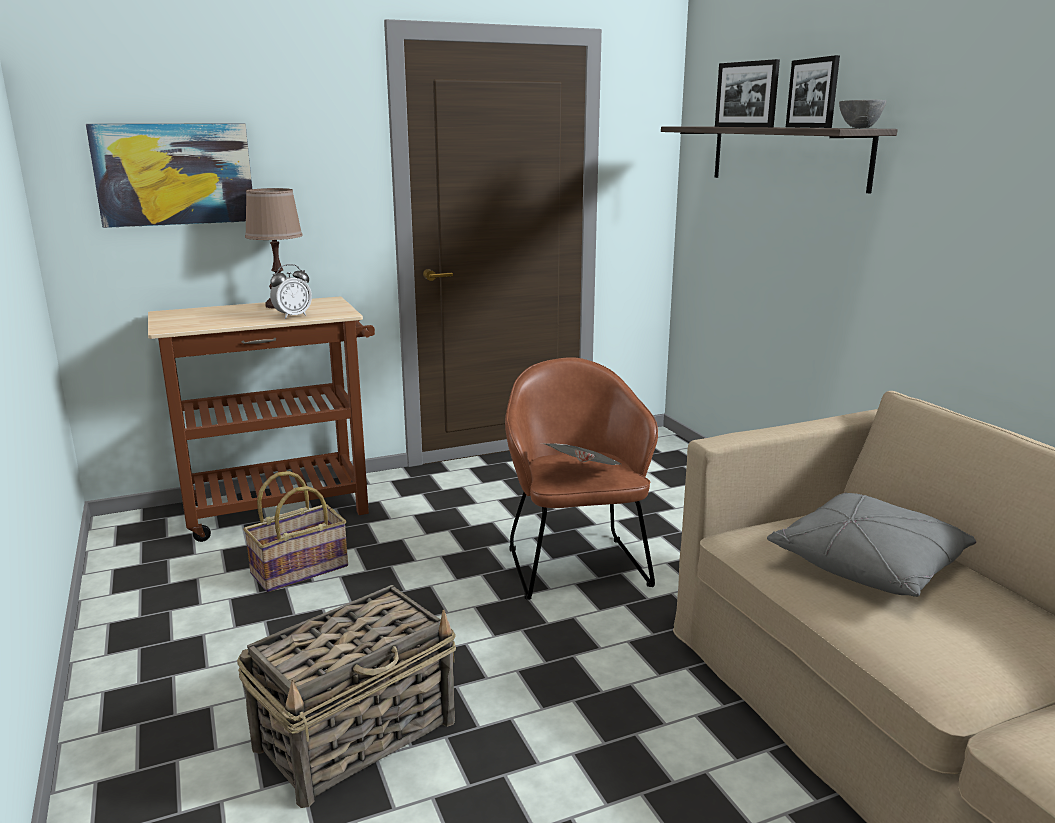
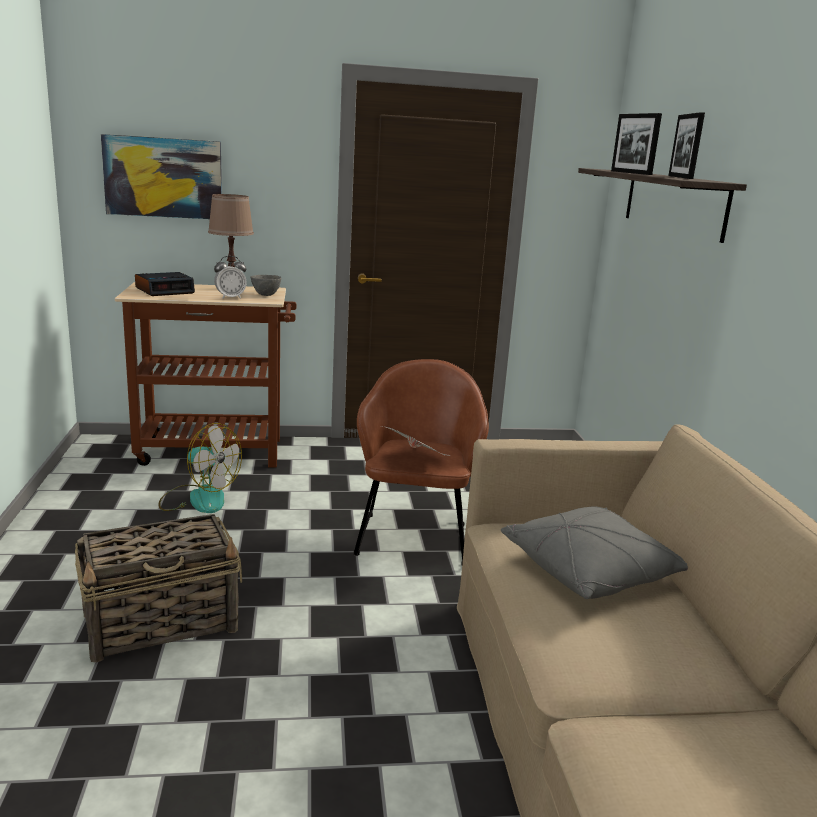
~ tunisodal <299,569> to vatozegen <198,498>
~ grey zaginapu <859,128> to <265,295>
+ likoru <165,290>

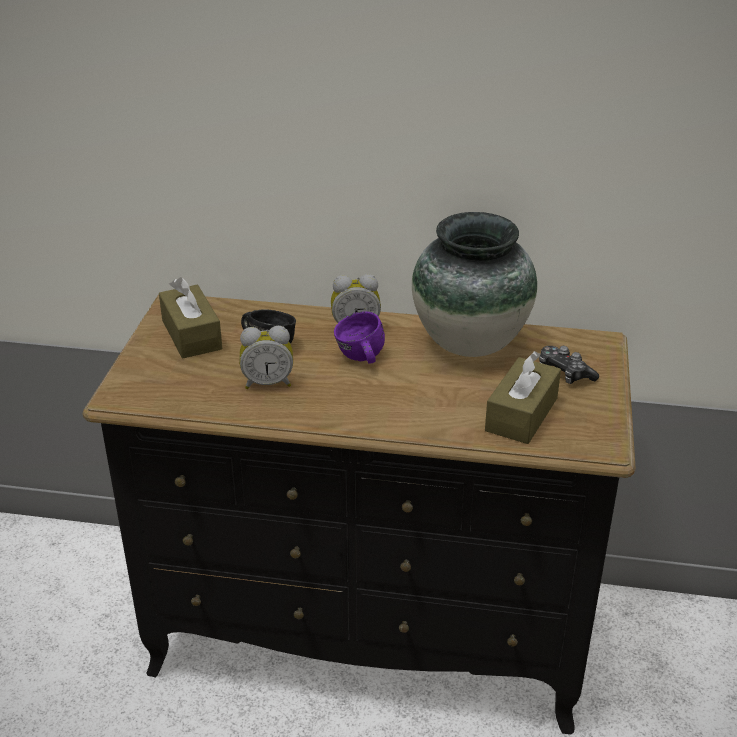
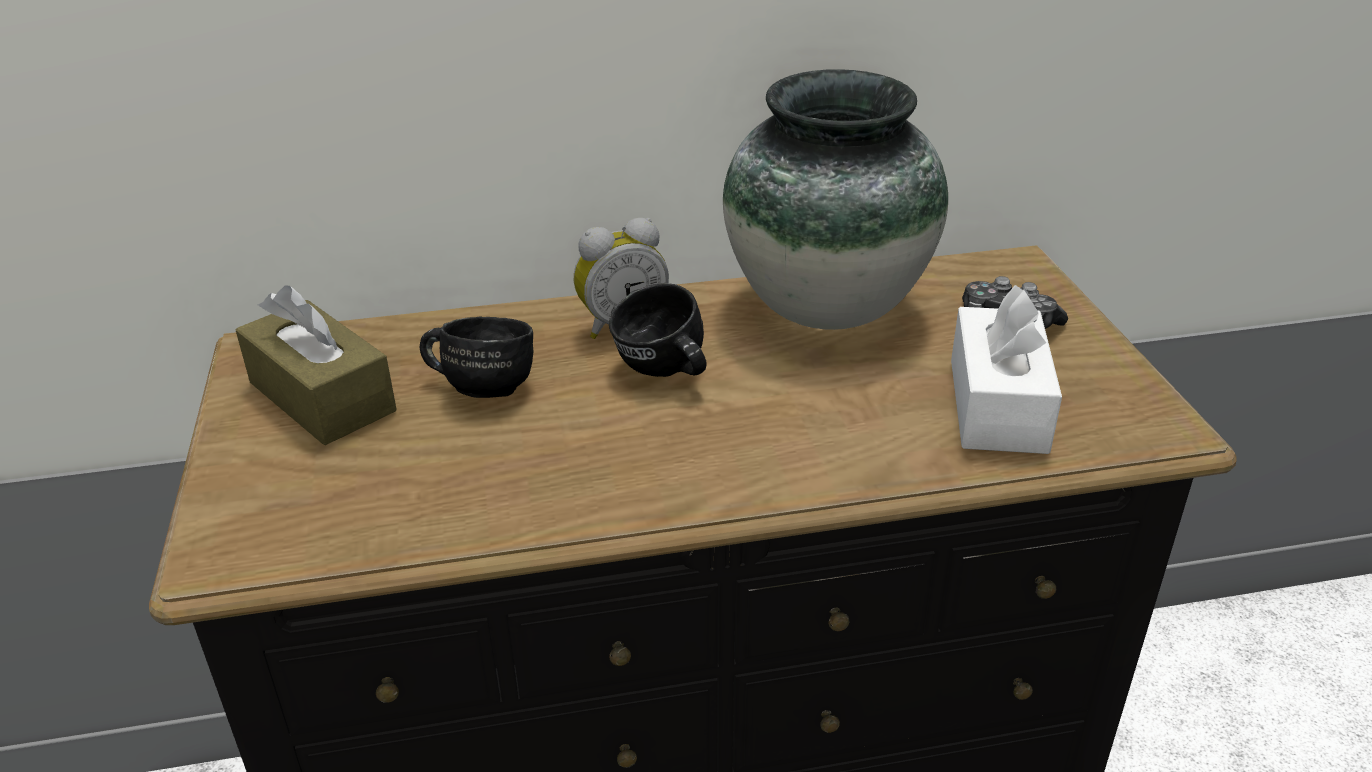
- likoru <268,383>
~ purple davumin <360,359> to black davumin <663,374>
~ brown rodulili <521,414> to white rodulili <997,405>

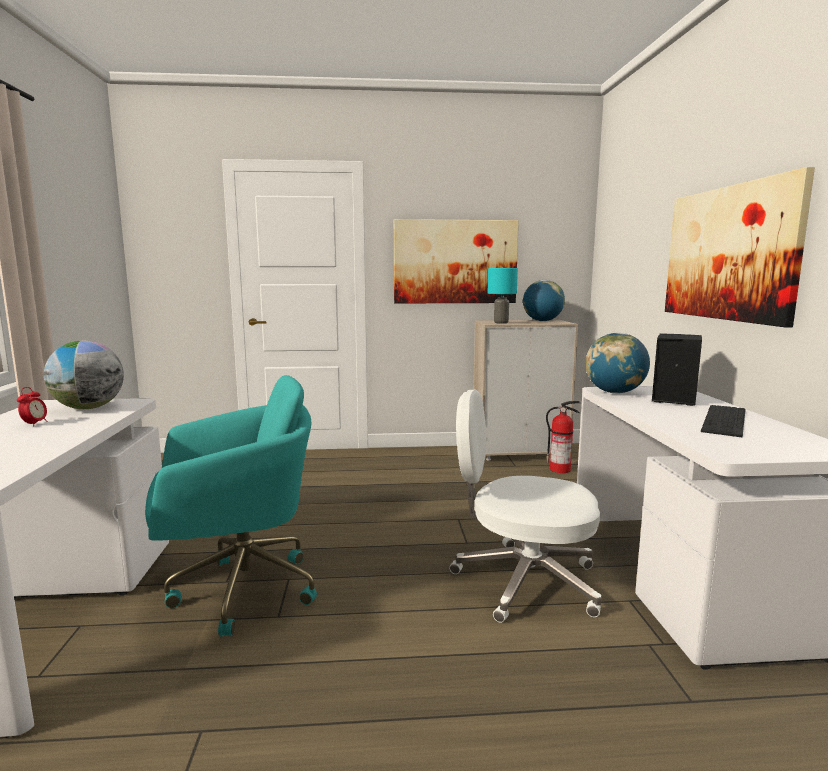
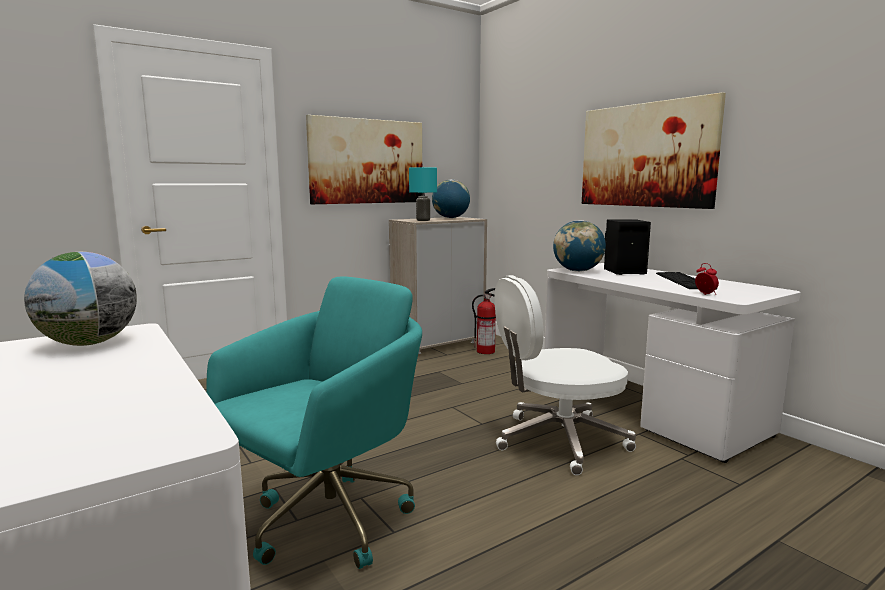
~ likoru <34,424> to <705,294>

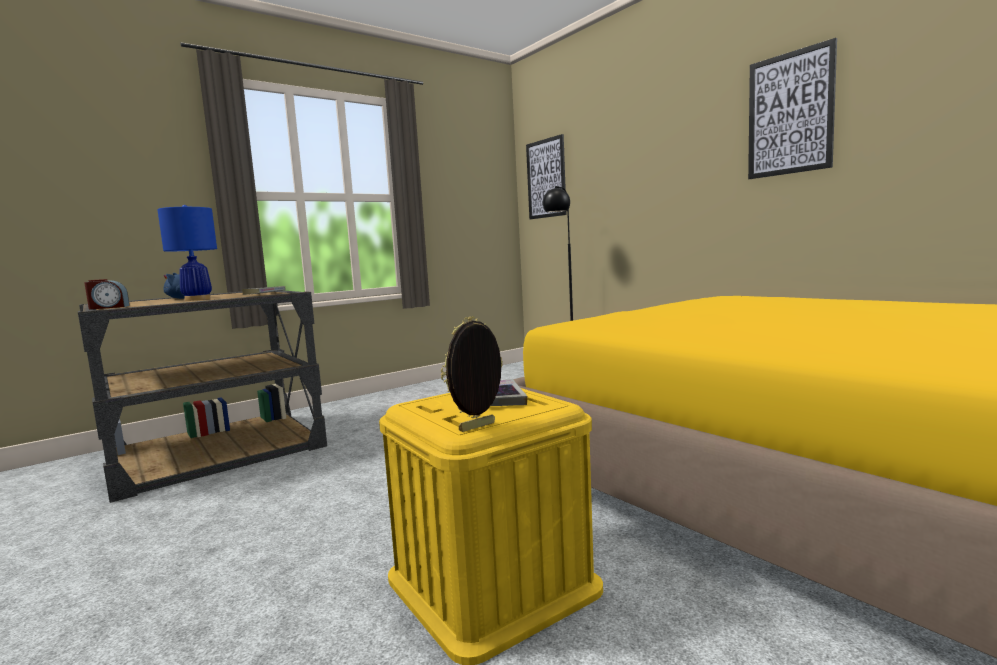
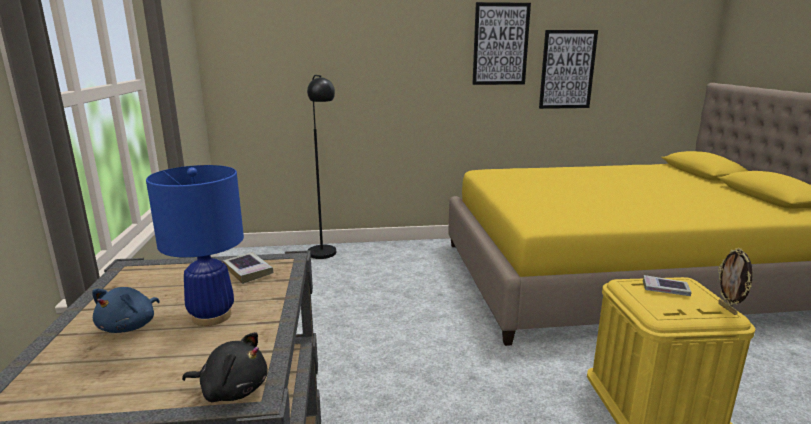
~ likoru <109,307> to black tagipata <232,389>
~ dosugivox <546,178> to <567,69>

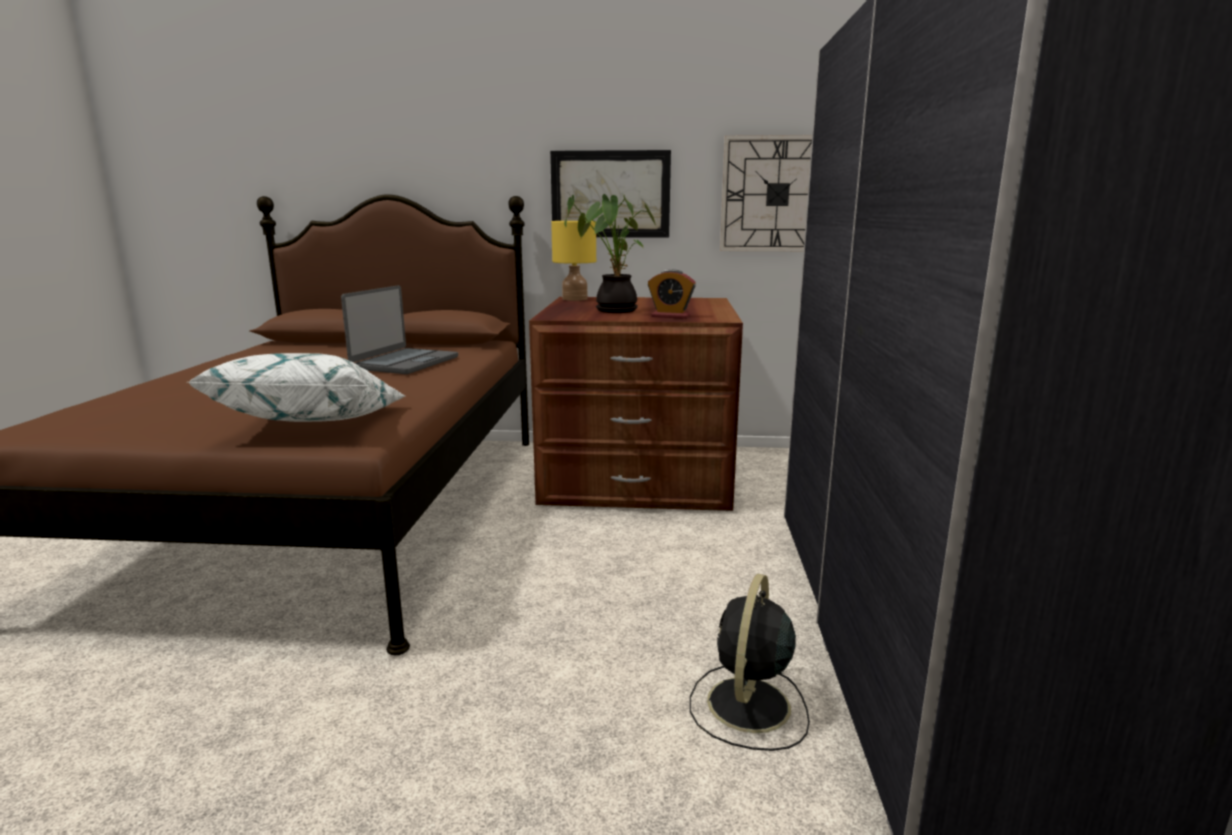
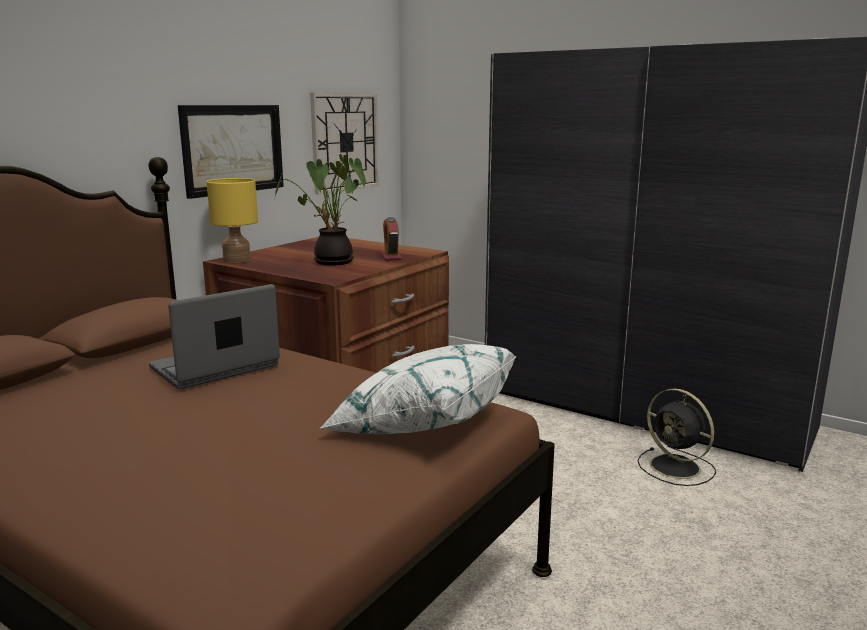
~ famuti <404,363> = <215,367> 90 degrees counterclockwise
~ likoru <670,316> = <391,257> 120 degrees clockwise

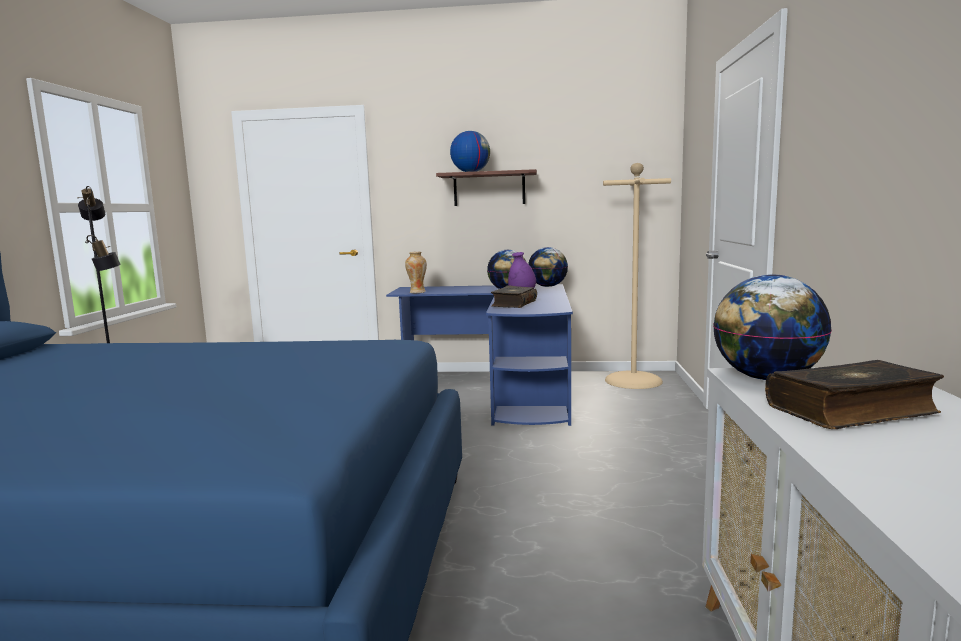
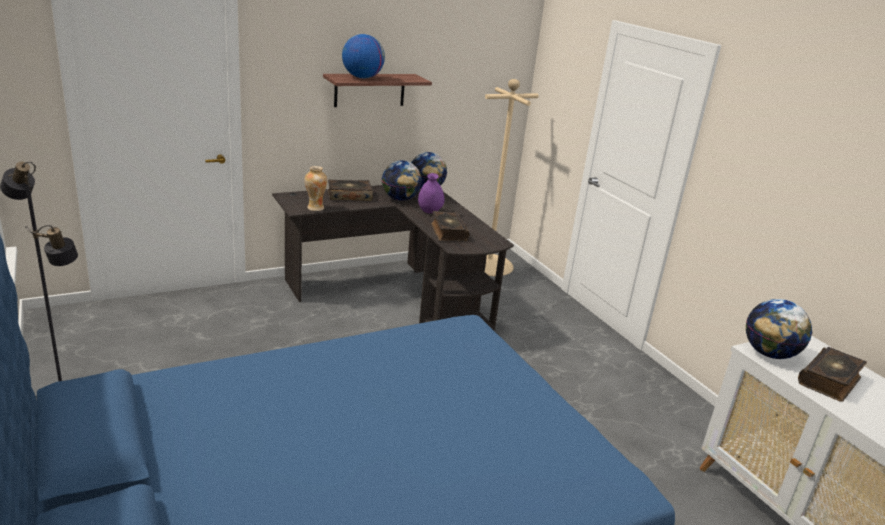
~ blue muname <500,390> to black muname <396,294>
+ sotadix <349,196>

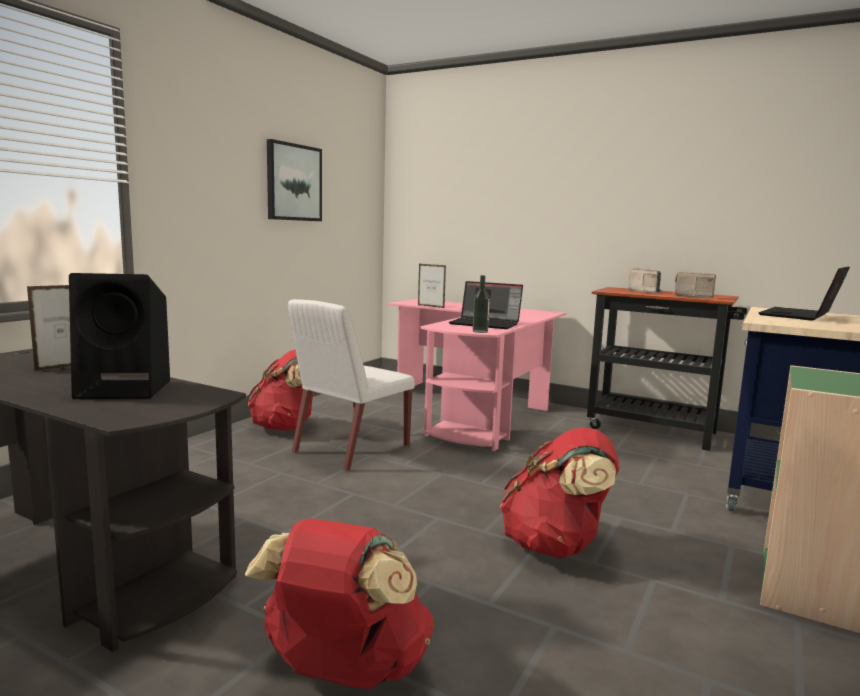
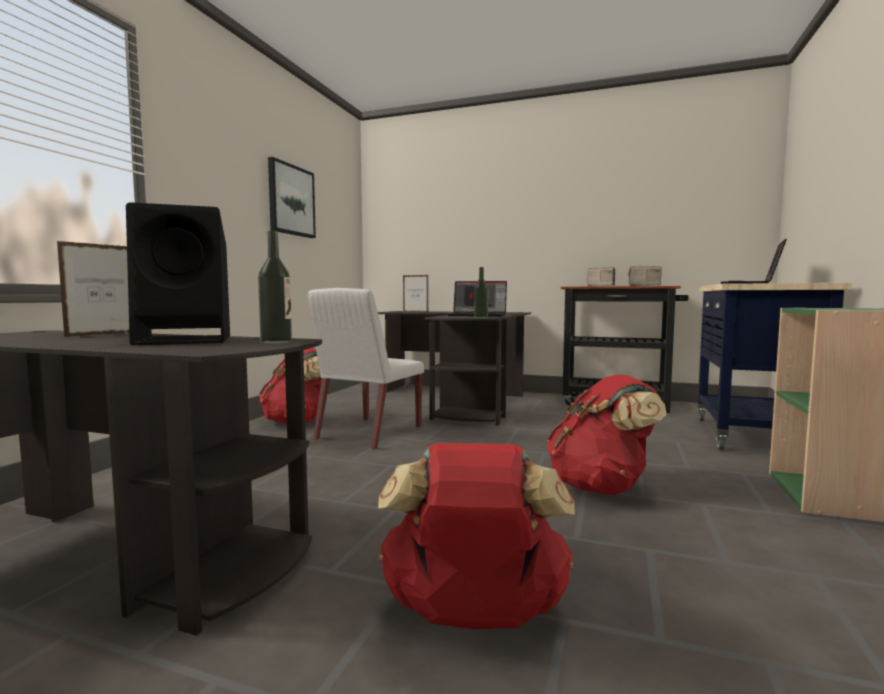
~ pink muname <475,410> to black muname <462,399>
+ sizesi <276,342>

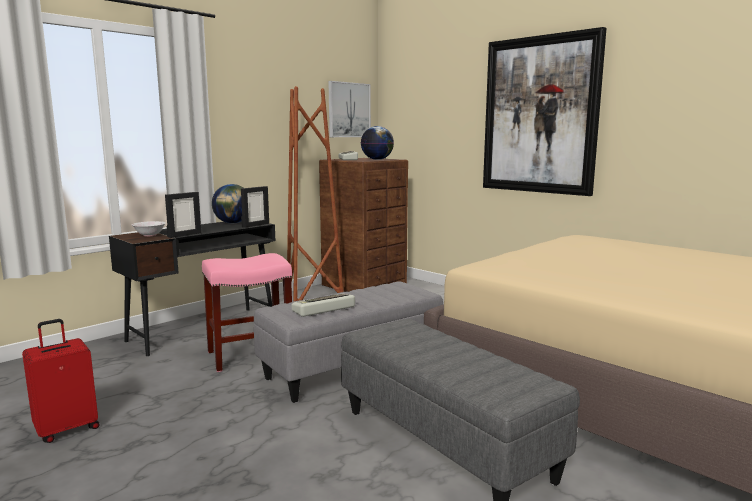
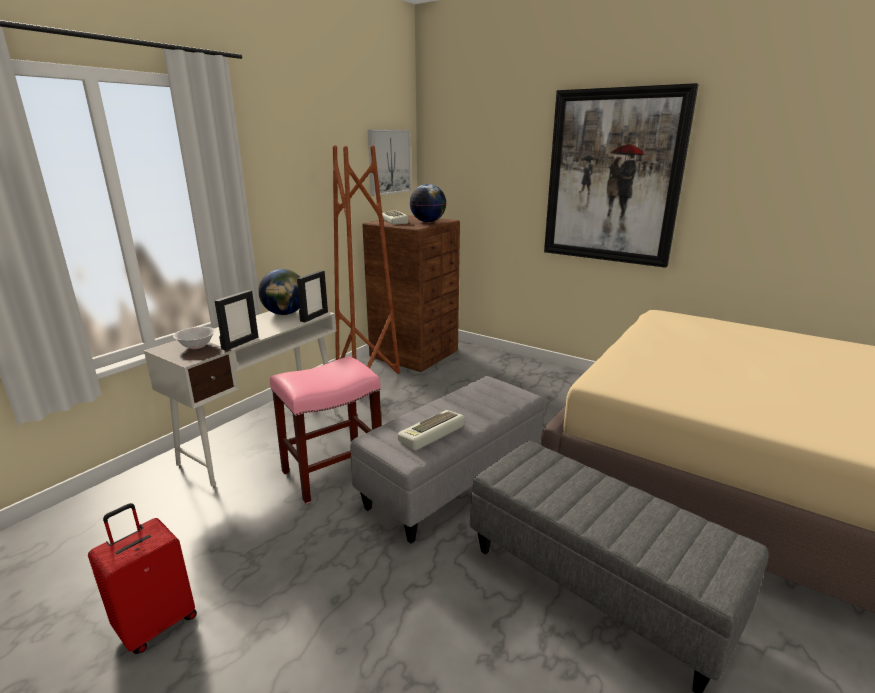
~ black muname <204,330> to white muname <264,437>

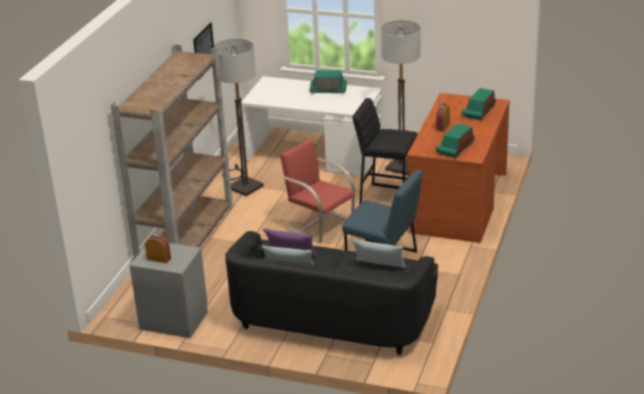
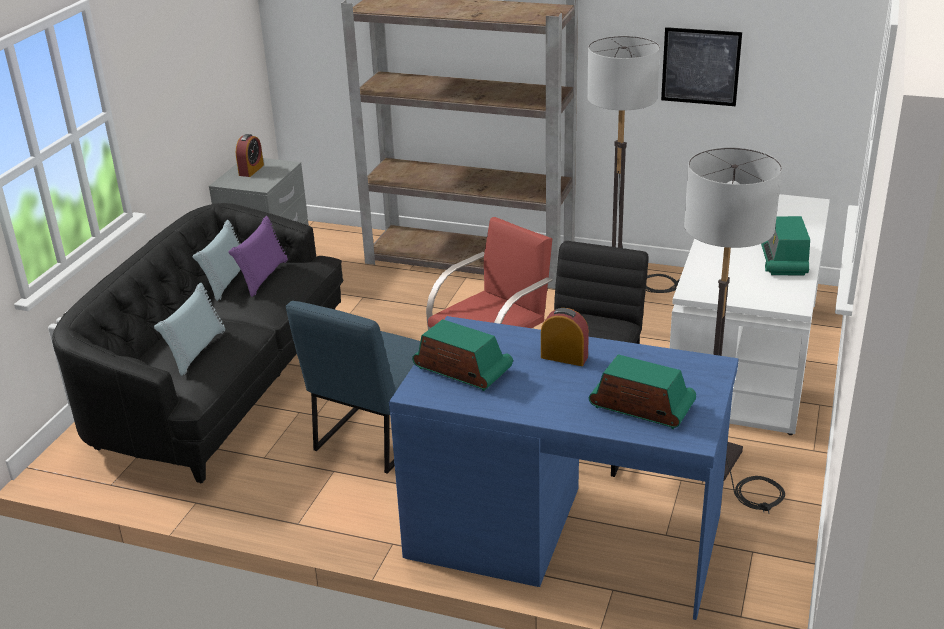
~ brown muname <458,203> to blue muname <563,534>

